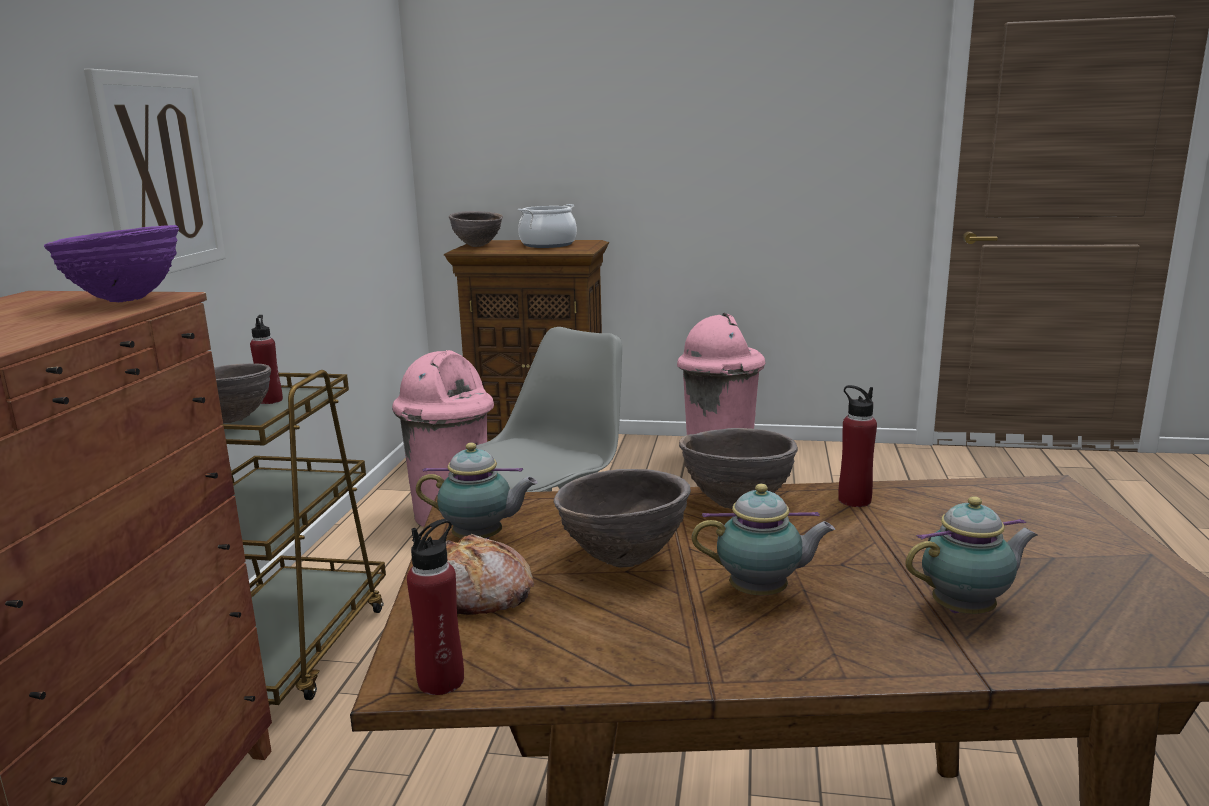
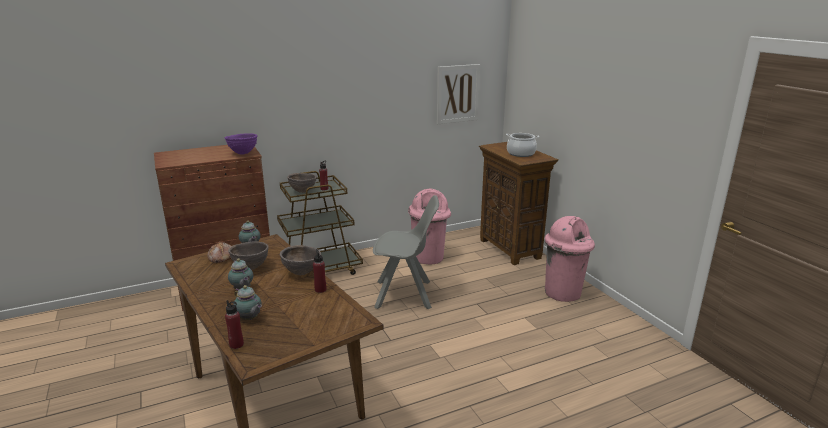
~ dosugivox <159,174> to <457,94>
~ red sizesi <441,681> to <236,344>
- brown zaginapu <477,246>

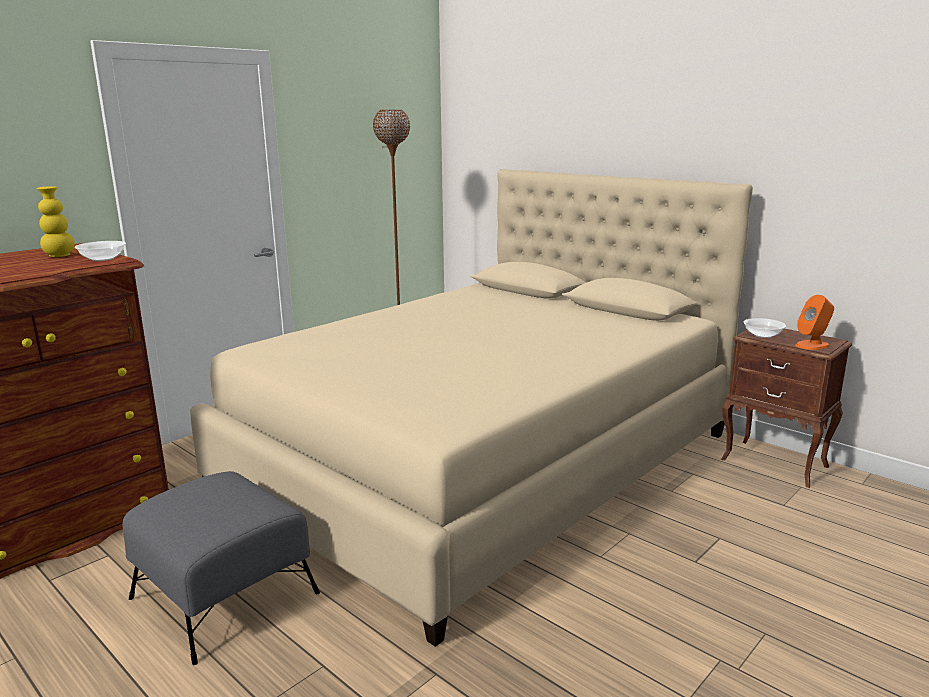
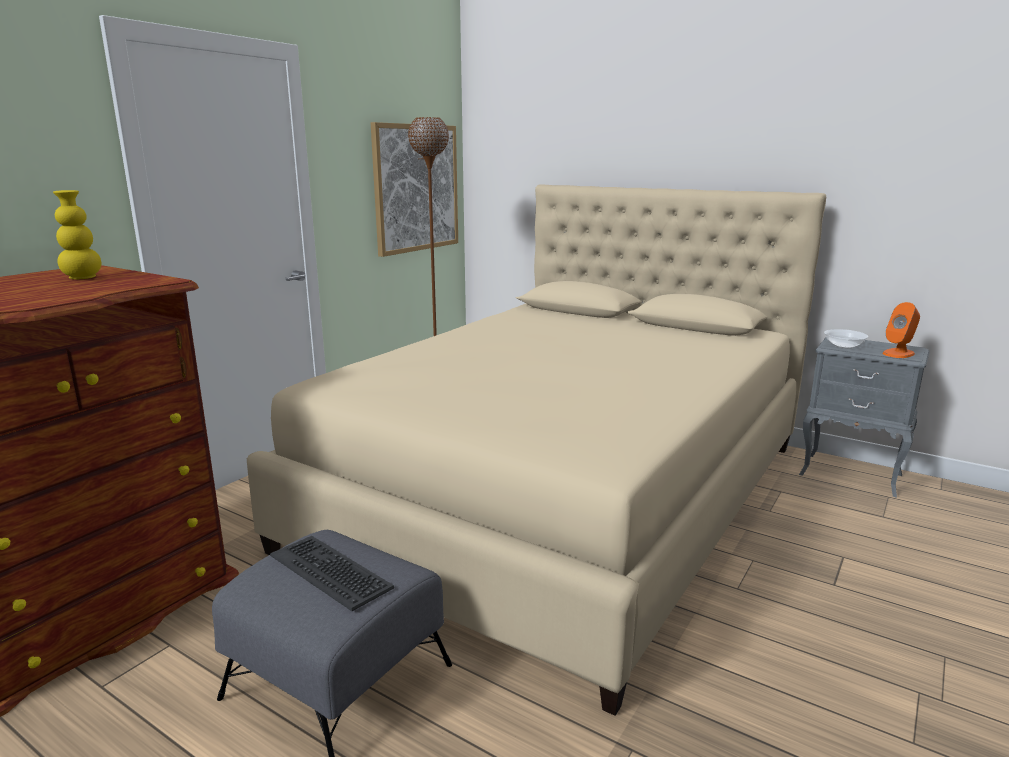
- zaginapu <103,259>
~ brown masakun <775,463> to grey masakun <851,475>
+ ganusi <331,571>
+ dosugivox <416,188>

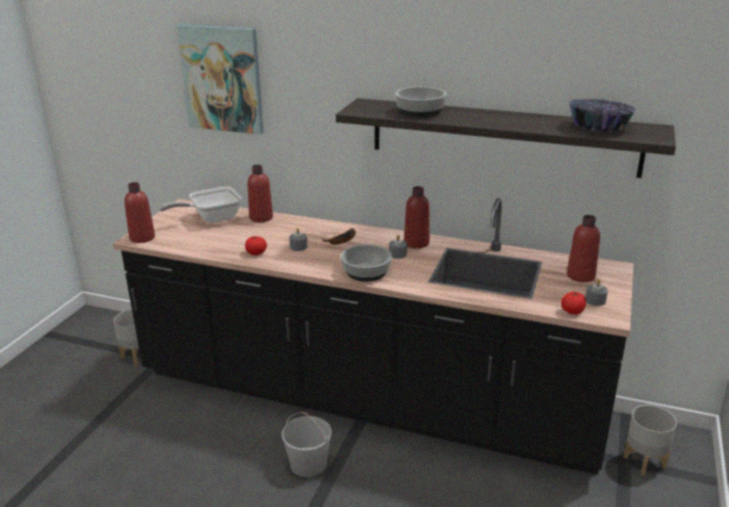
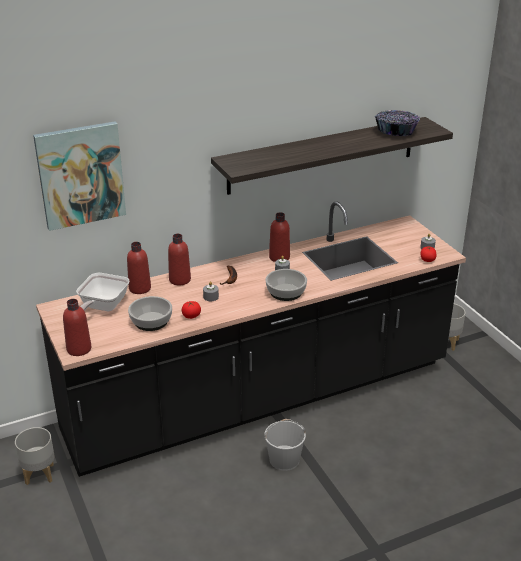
~ zaginapu <421,111> to <151,321>
~ red sizesi <580,276> to <180,280>

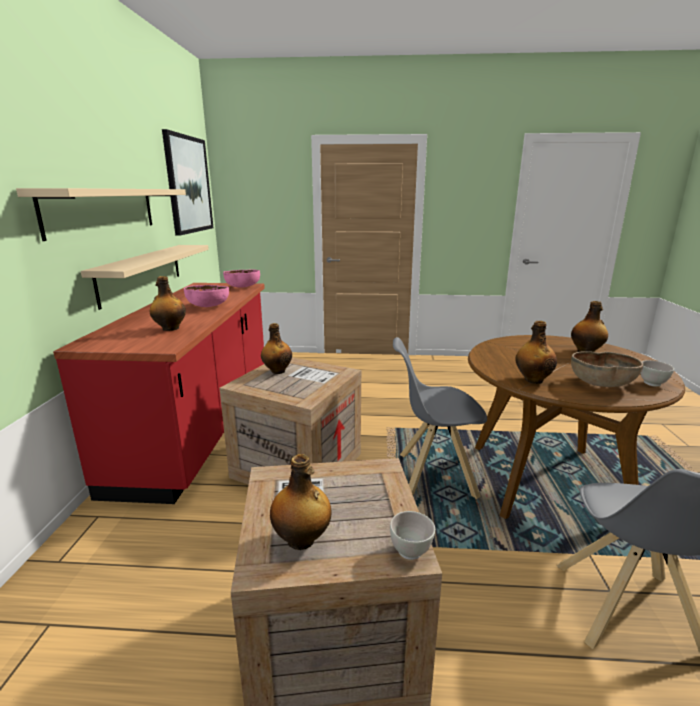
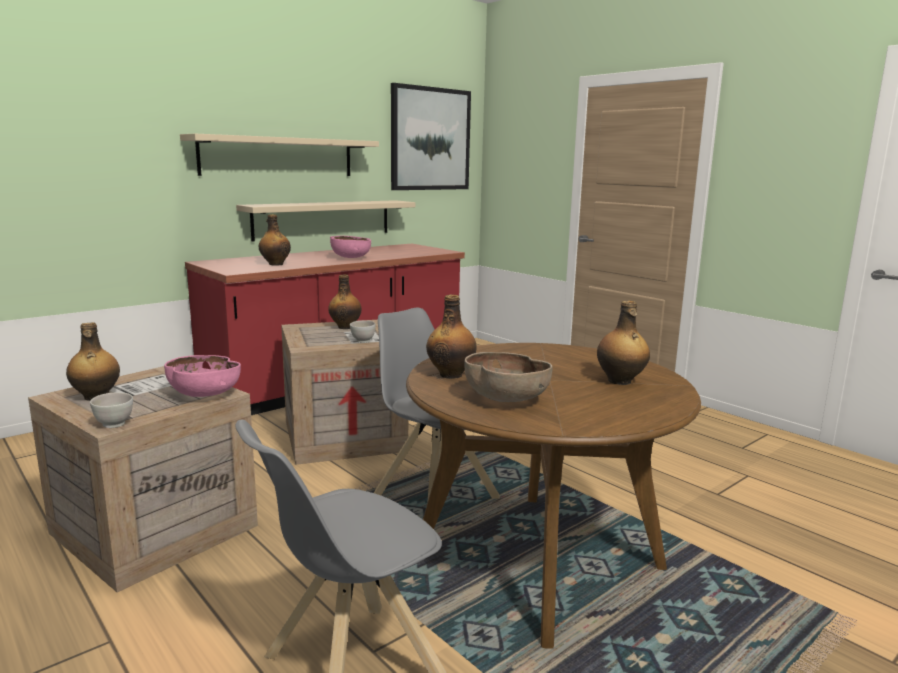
~ pink zaginapu <242,287> to <204,395>
~ white zaginapu <652,384> to <362,341>

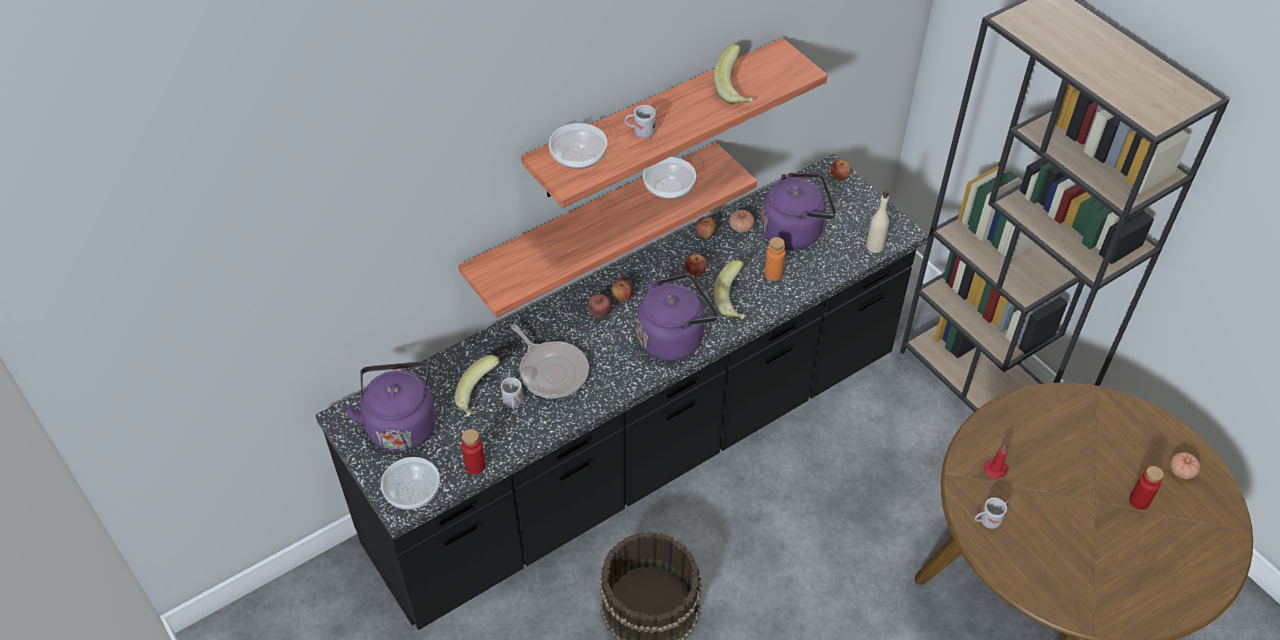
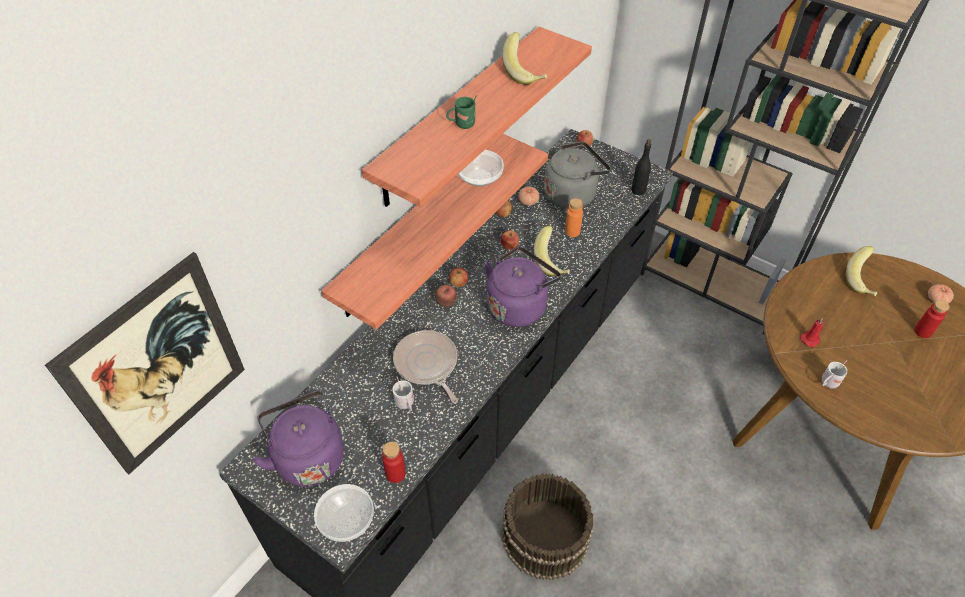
~ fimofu <480,396> to <862,281>
~ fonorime <552,371> = <427,364> 150 degrees counterclockwise
- zaginapu <577,158>
~ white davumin <641,133> to green davumin <462,125>
~ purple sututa <795,231> to grey sututa <572,194>
~ beige sizesi <874,246> to black sizesi <638,190>
+ dosugivox <158,366>

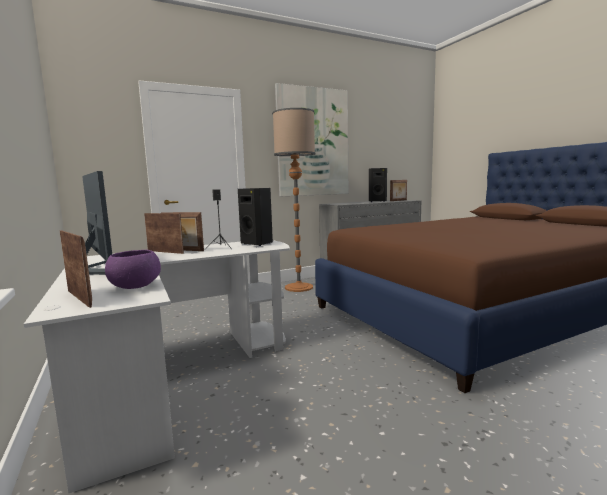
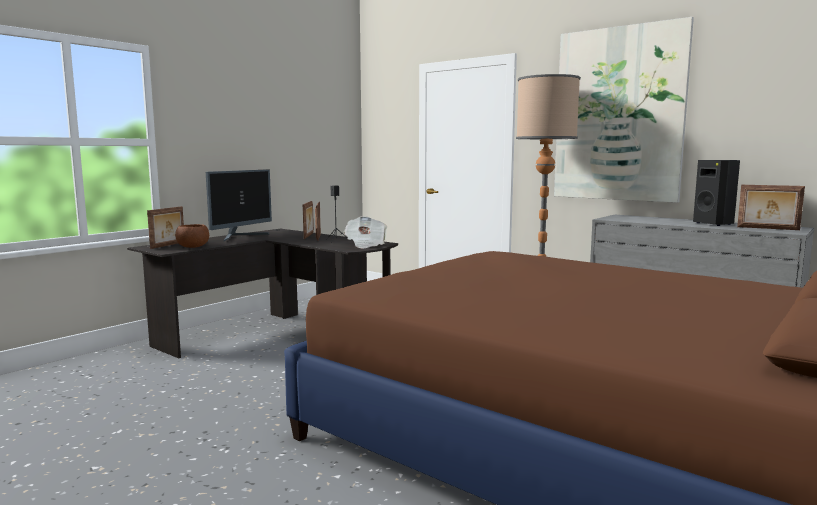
~ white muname <175,374> to black muname <277,334>
~ purple zaginapu <135,286> to brown zaginapu <193,247>
~ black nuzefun <258,243> to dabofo <365,244>

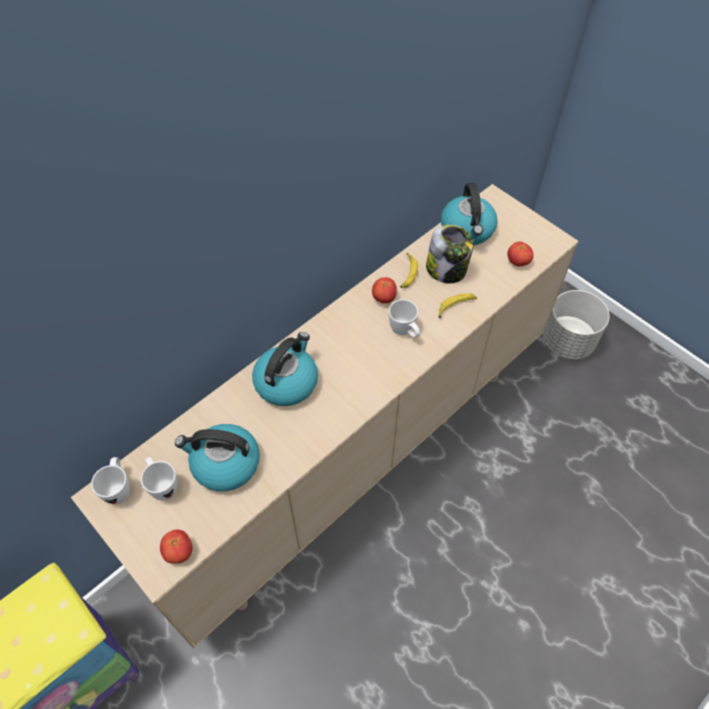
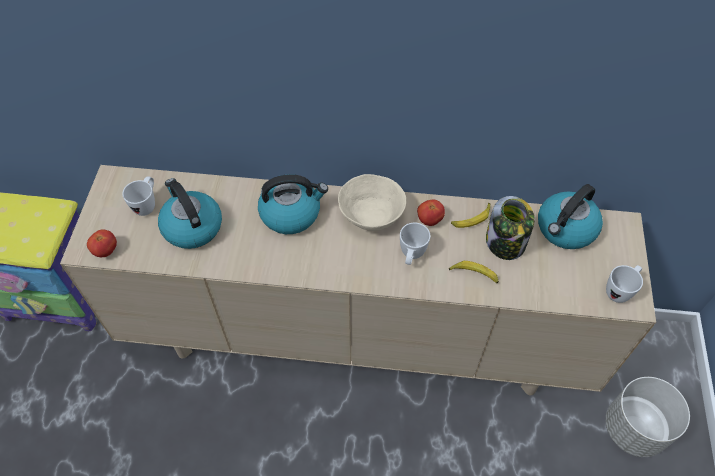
~ white davumin <119,488> to <620,290>
- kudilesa <518,262>
+ beige zaginapu <372,216>

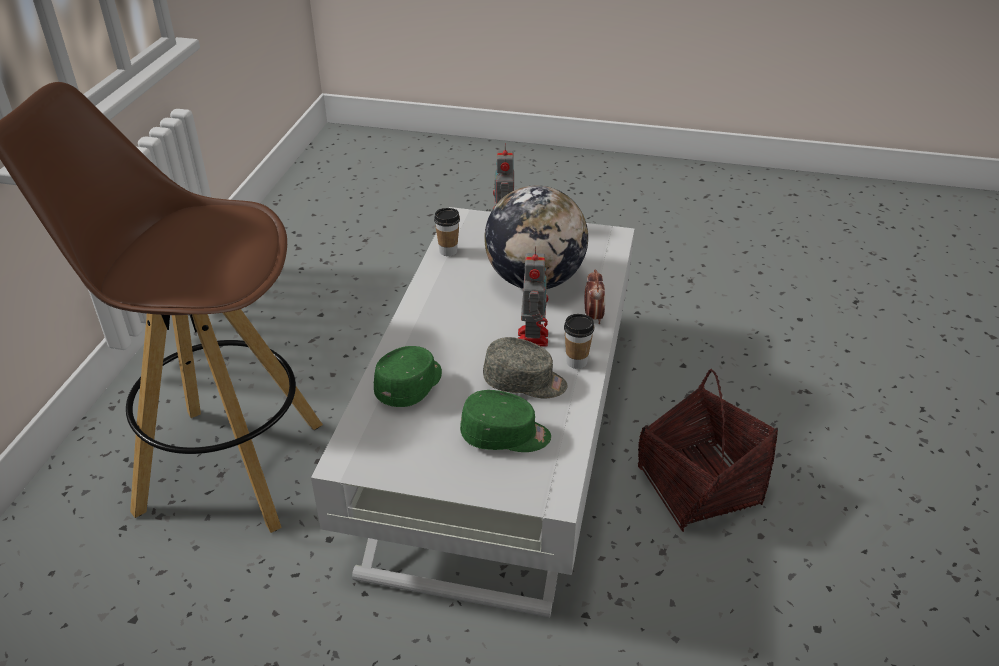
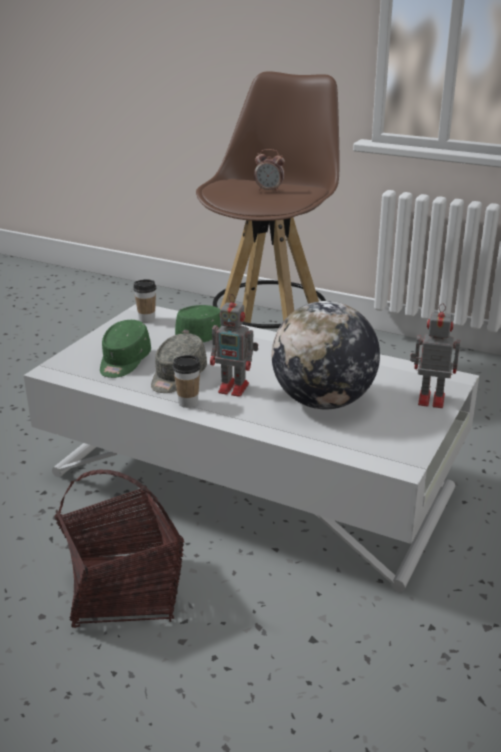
~ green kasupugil <411,385> = <203,335> 105 degrees counterclockwise
~ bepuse <448,251> to <147,319>
~ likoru <593,317> to <269,190>

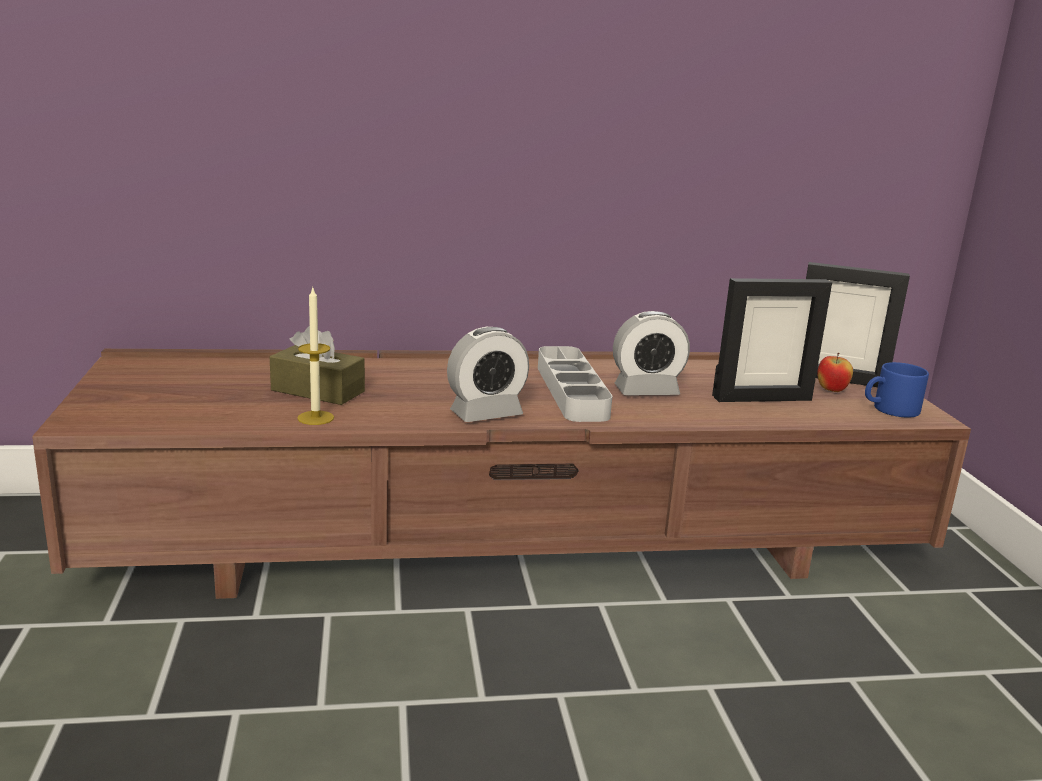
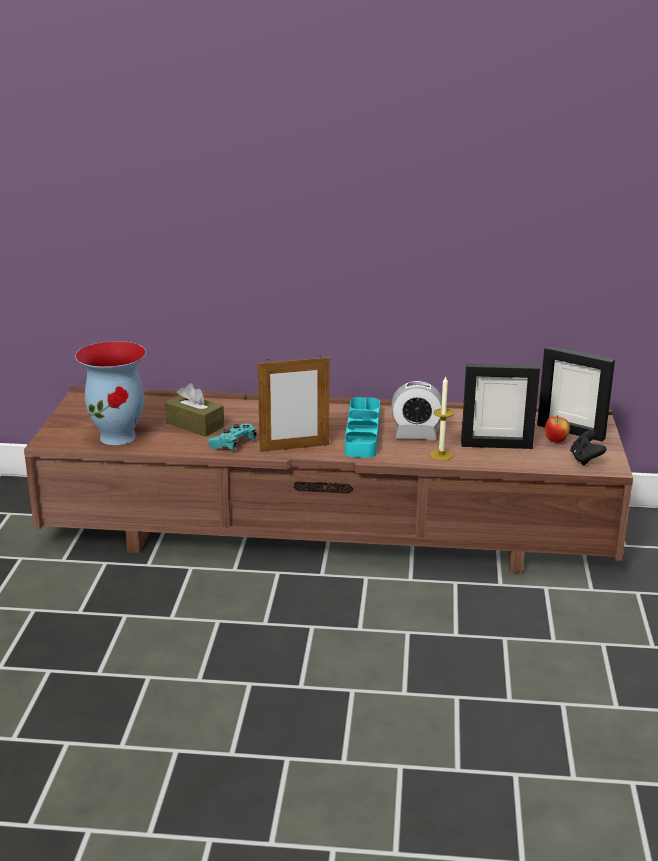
~ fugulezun <315,418> to <441,455>
~ likoru <486,414> to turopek <294,448>
~ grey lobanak <571,391> to turquoise lobanak <362,432>
~ blue davumin <890,410> to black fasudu <585,459>
+ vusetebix <119,437>
+ turquoise fasudu <233,444>

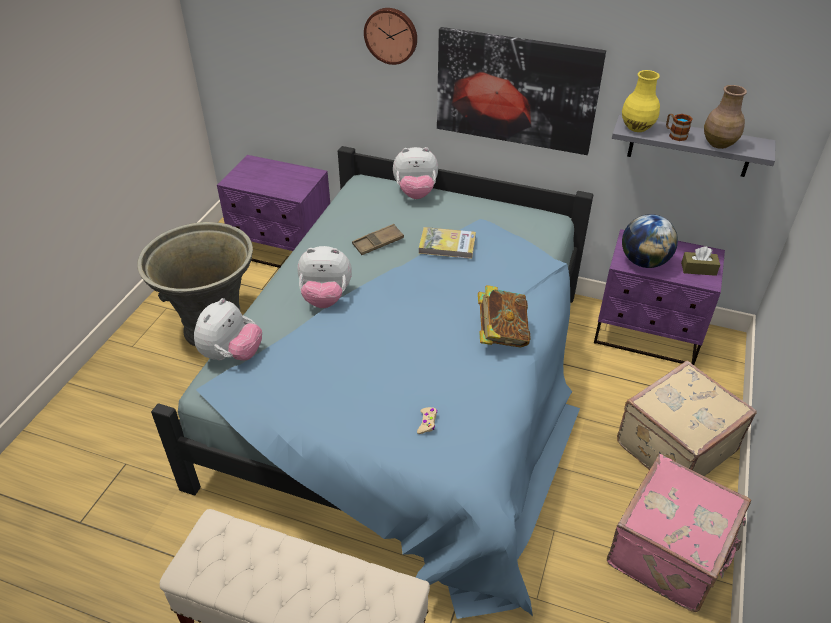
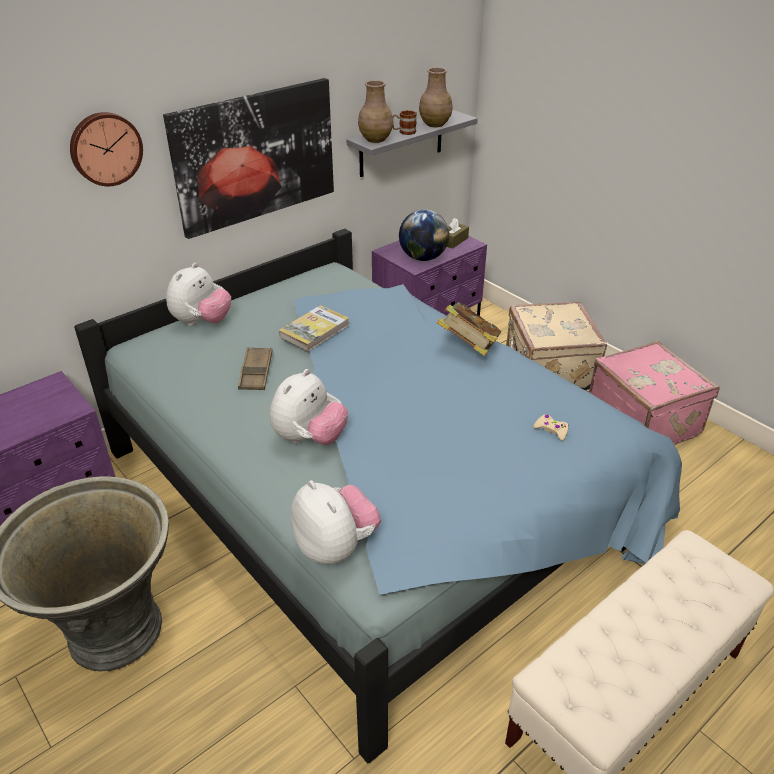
~ yellow vusetebix <637,128> to brown vusetebix <376,139>

